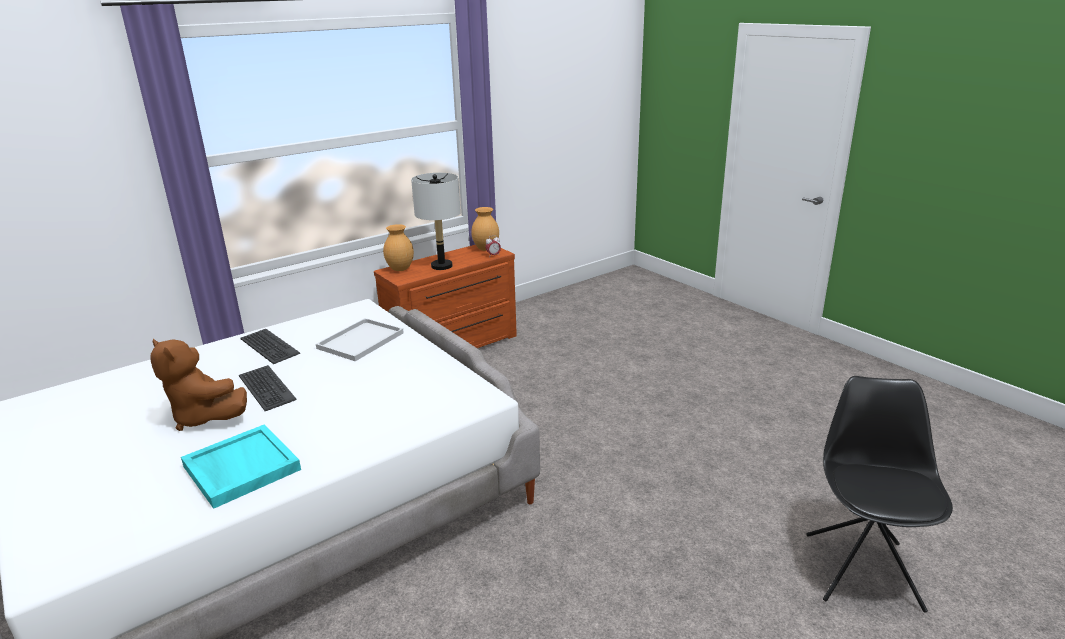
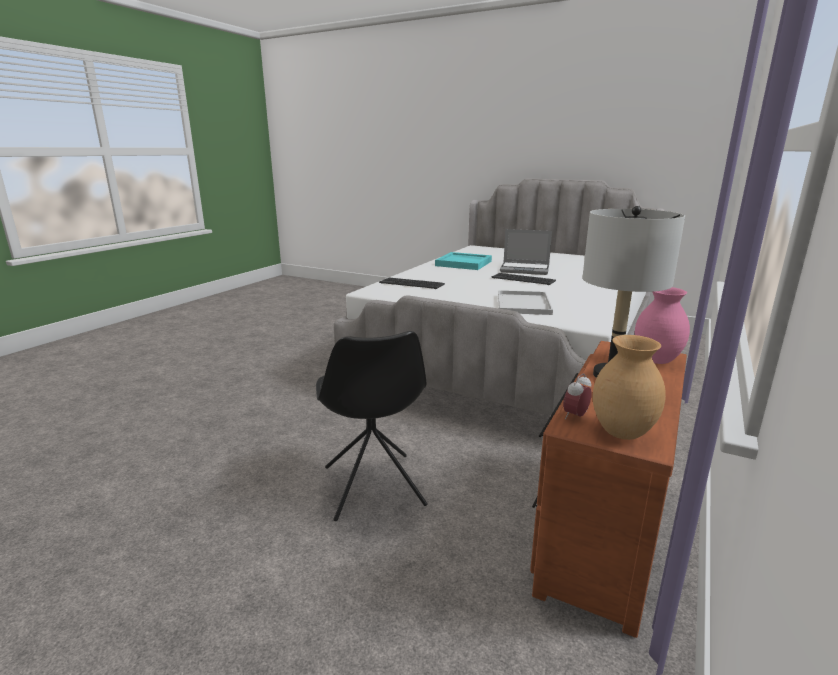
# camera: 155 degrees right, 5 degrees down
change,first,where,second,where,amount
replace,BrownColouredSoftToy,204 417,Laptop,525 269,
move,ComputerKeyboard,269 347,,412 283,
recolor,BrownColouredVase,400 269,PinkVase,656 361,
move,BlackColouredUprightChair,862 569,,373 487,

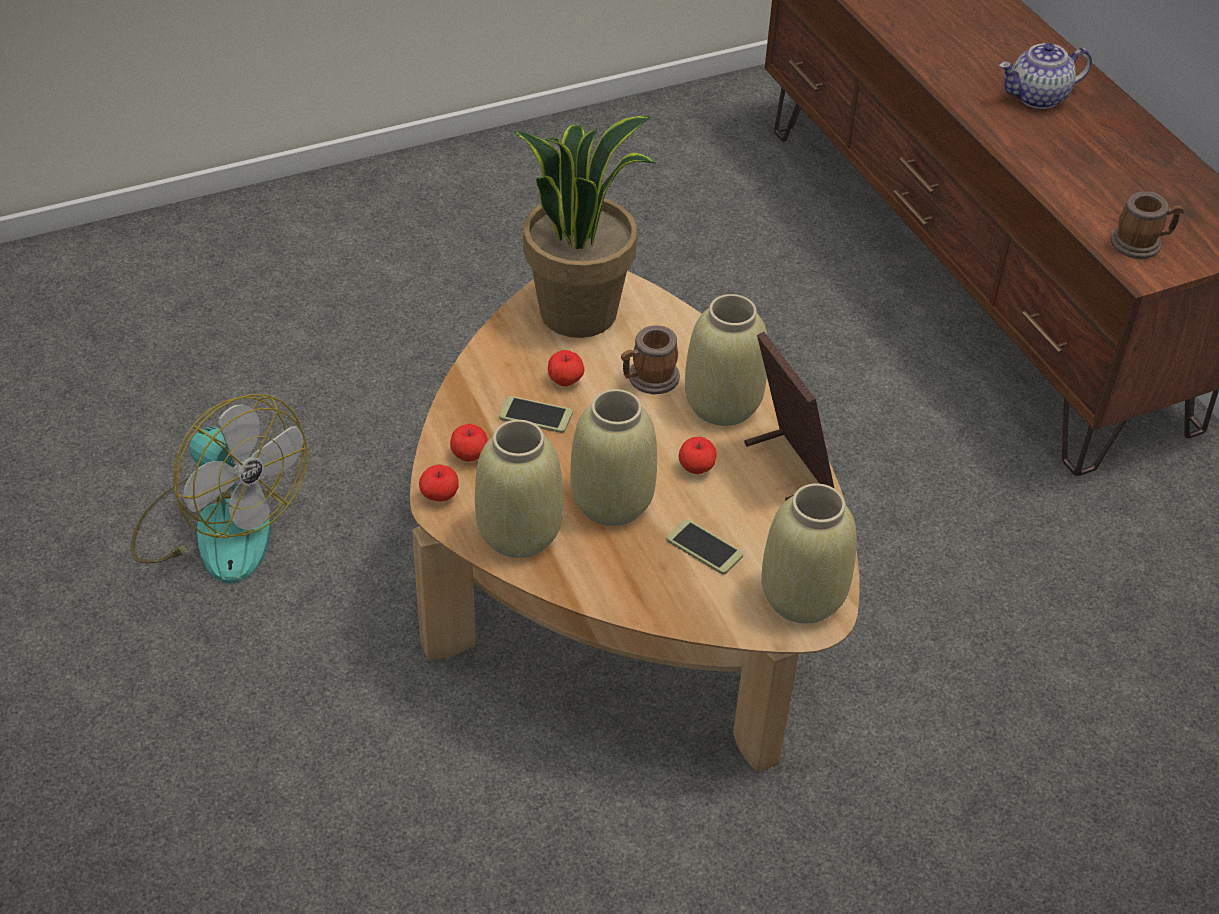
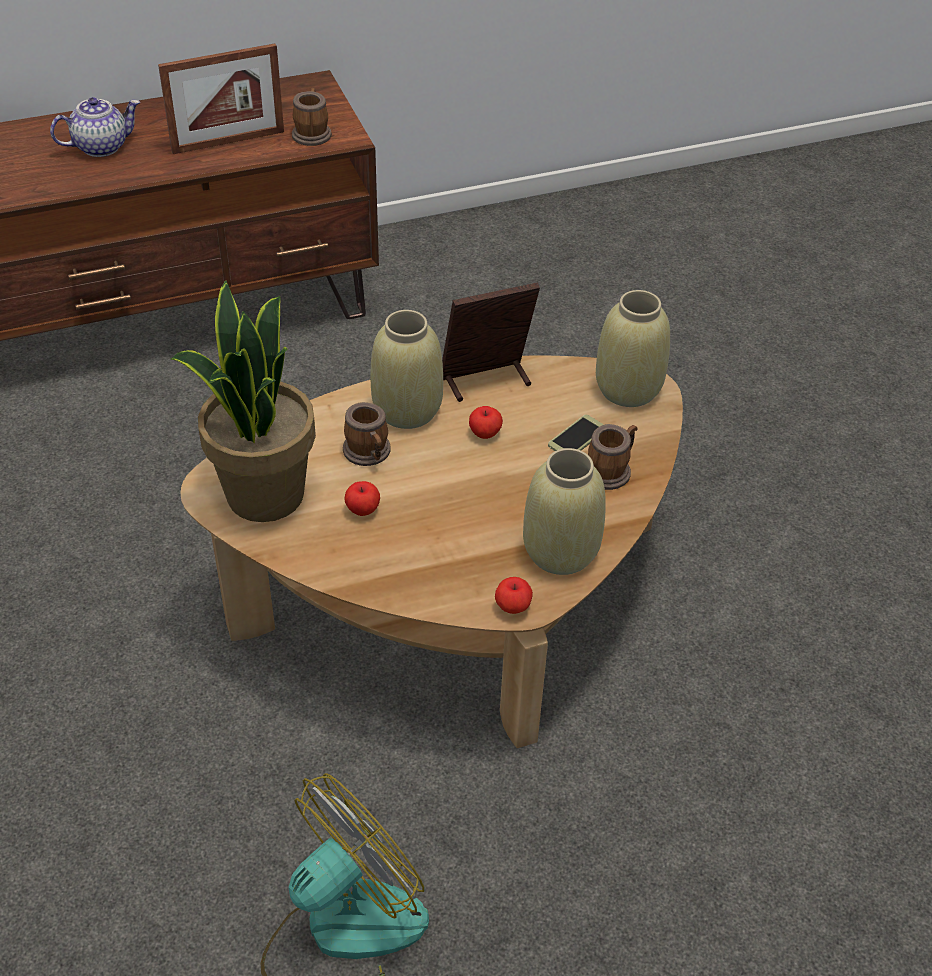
# camera: 85 degrees left, 0 degrees up
change,first,where,second,where,amount
delete,WholeApple,469 455,,,
delete,Handset,536 415,,,
delete,SandColouredVase,613 501,,,
rotate,TeaPot,1037 97,,101 146,105 degrees counterclockwise
insert,,,PictureFrame,228 142,
insert,,,Mug,610 470,

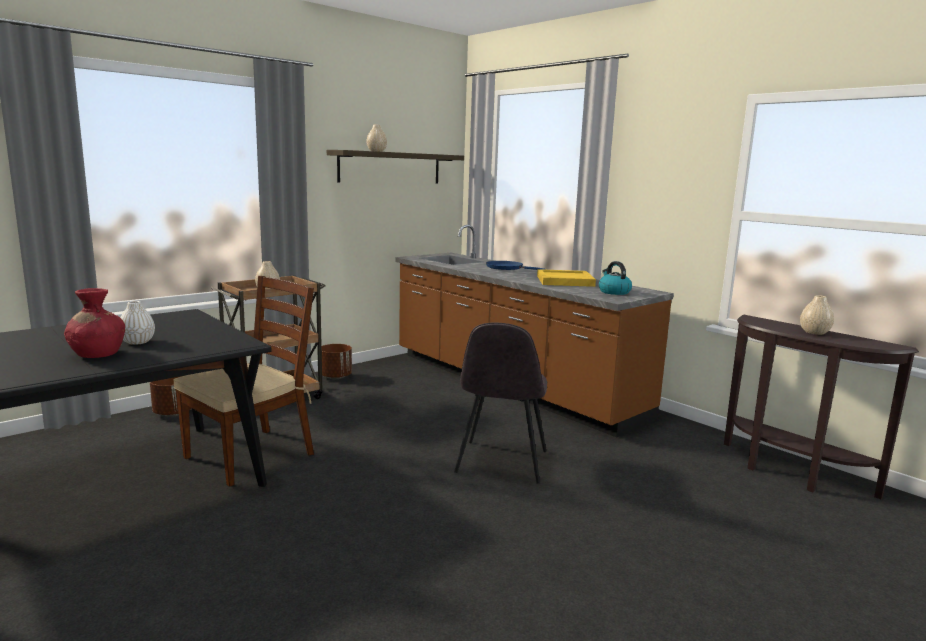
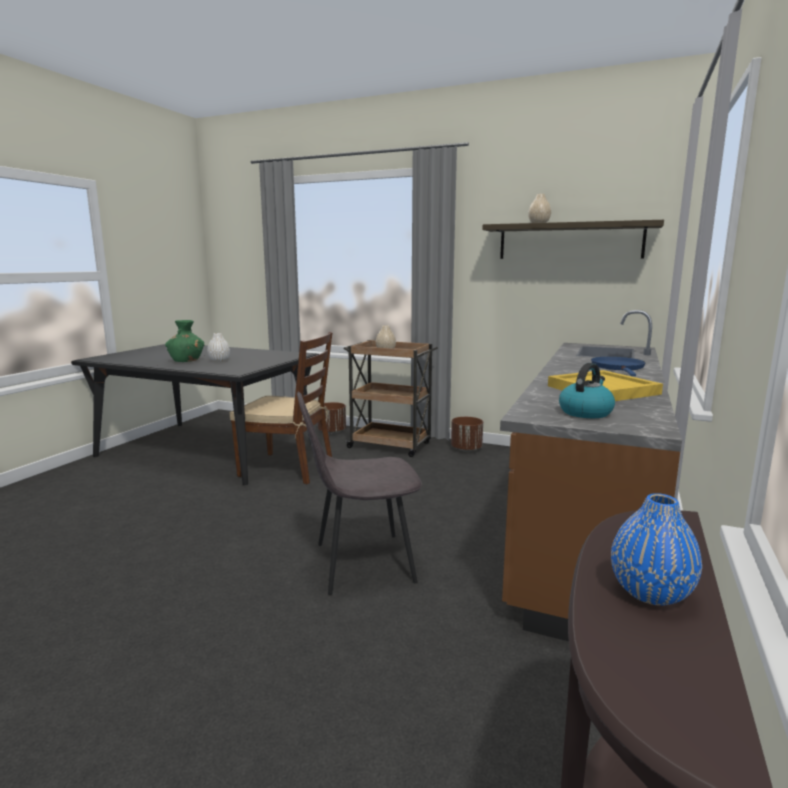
# camera: 65 degrees right, 0 degrees up
change,first,where,second,where,amount
recolor,ReddishVase,97 354,GreenishVase,186 361,
recolor,SandColouredVase,814 332,BlueColouredVase,651 592,

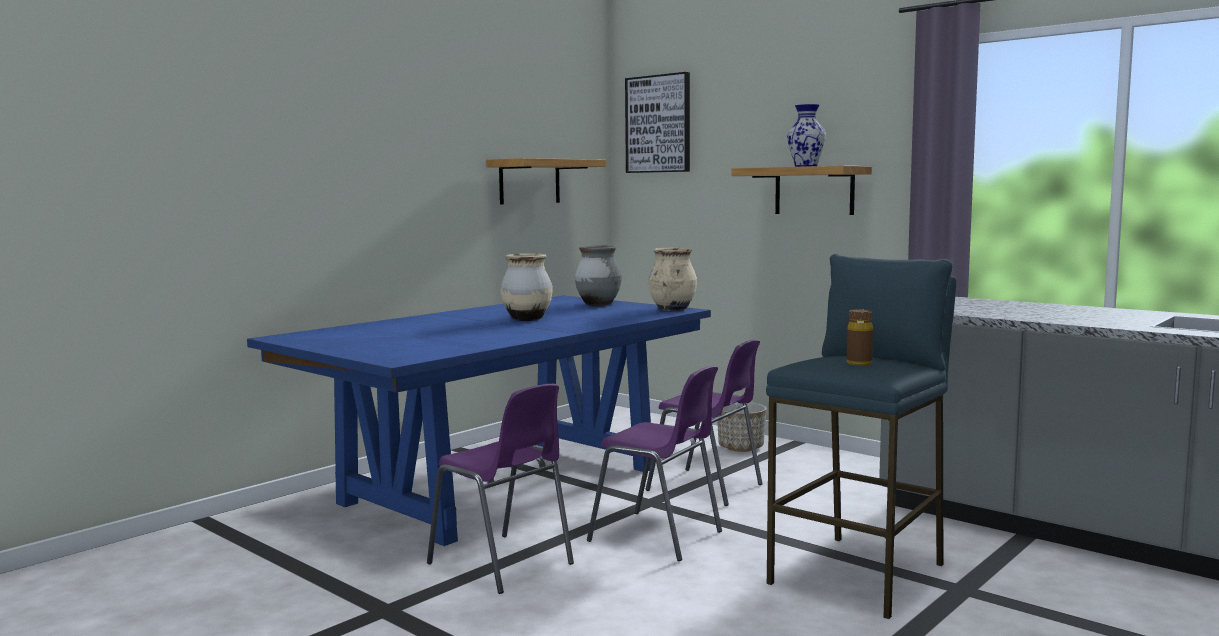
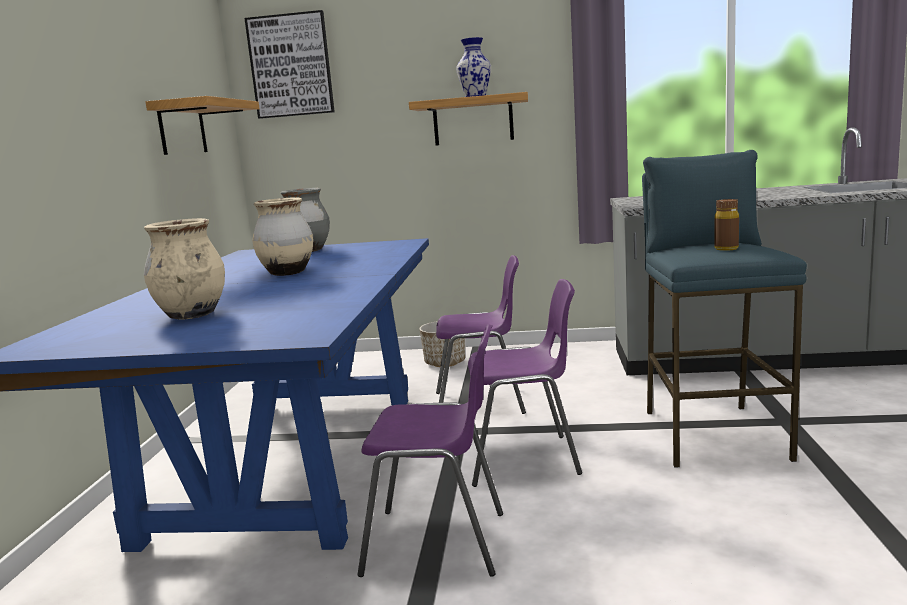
# camera: 35 degrees left, 5 degrees up
change,first,where,second,where,amount
move,SandColouredVase,672 309,,192 314,

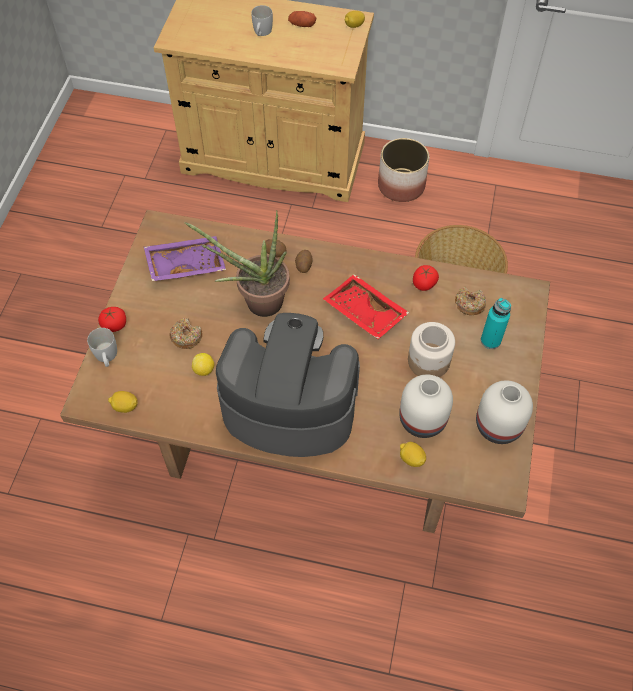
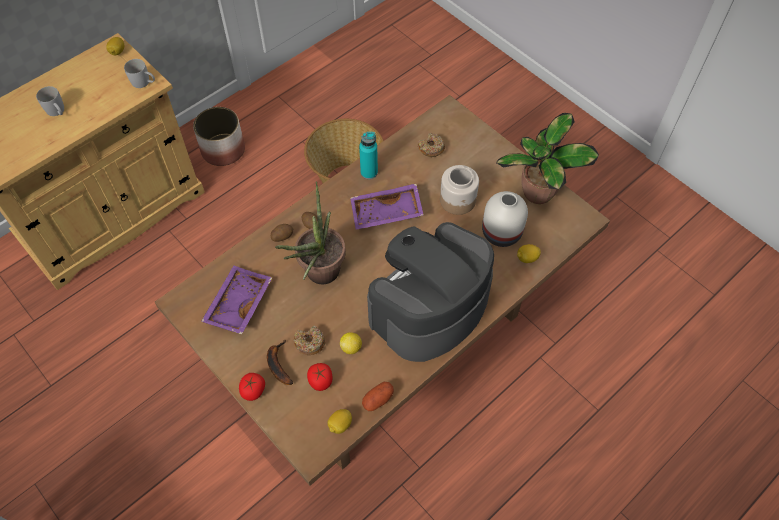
# camera: 55 degrees left, 0 degrees up
change,first,where,second,where,amount
move,WhitishMug,107 357,,144 83,
move,Potato,302 25,,378 400,
recolor,ReddishServingTray,363 313,PurpleServingTray,386 213,
move,WholeTomato,424 284,,320 381,
replace,WhitishVase,497 426,PlantInAPot,537 194,
move,BlueGreenBottle,490 340,,369 172,
insert,,,Banana,278 364,

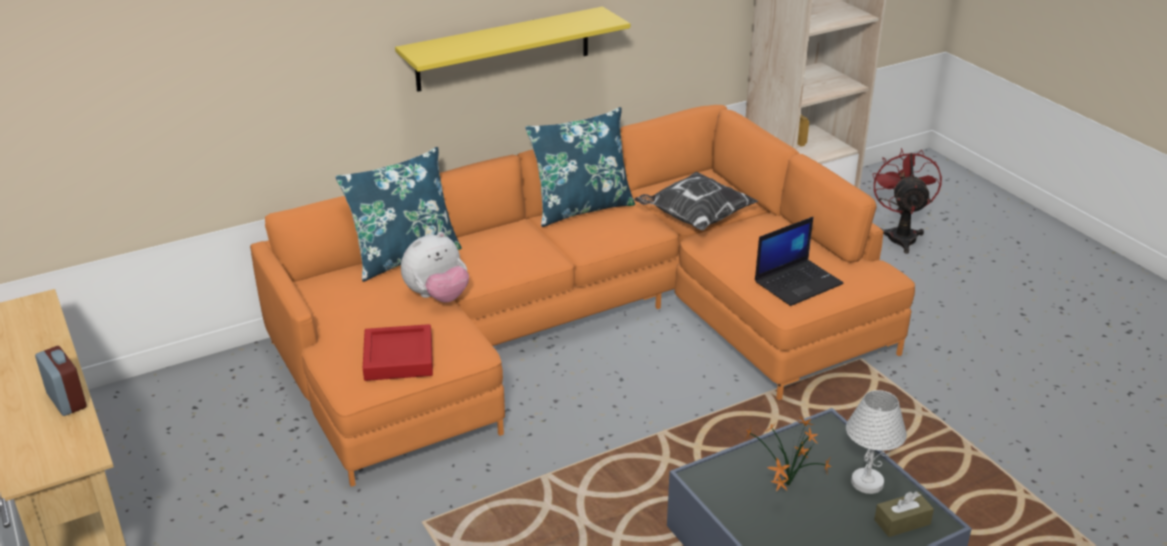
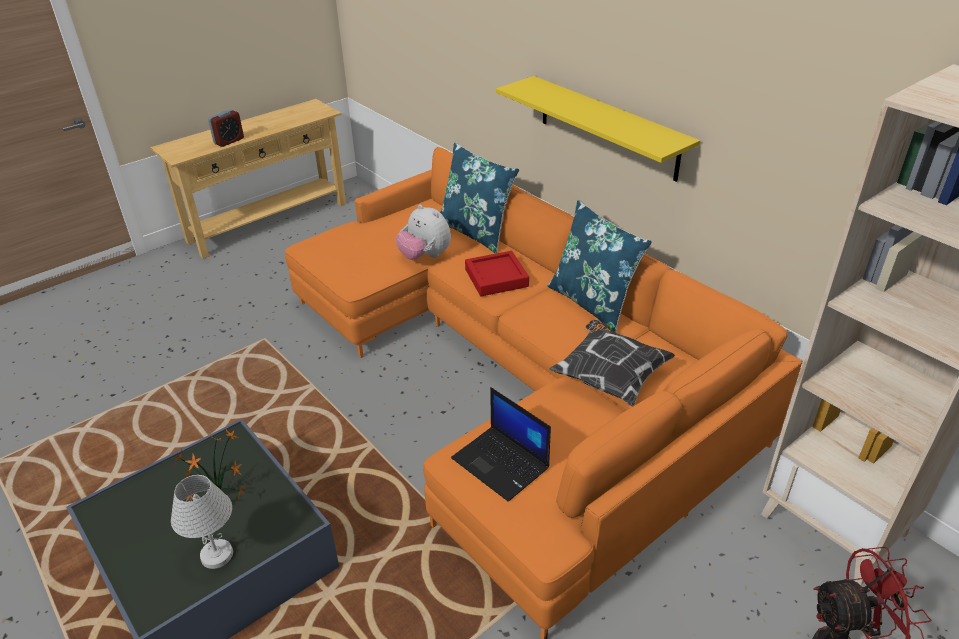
# camera: 80 degrees right, 5 degrees up
change,first,where,second,where,amount
move,ReddishServingTray,398 358,,496 278,
delete,BrownColouredTissueBox,902 522,,,

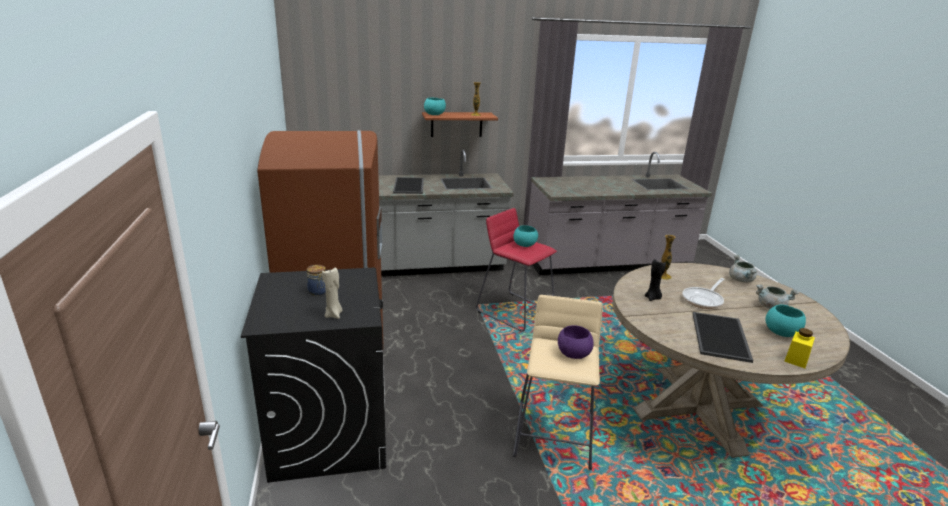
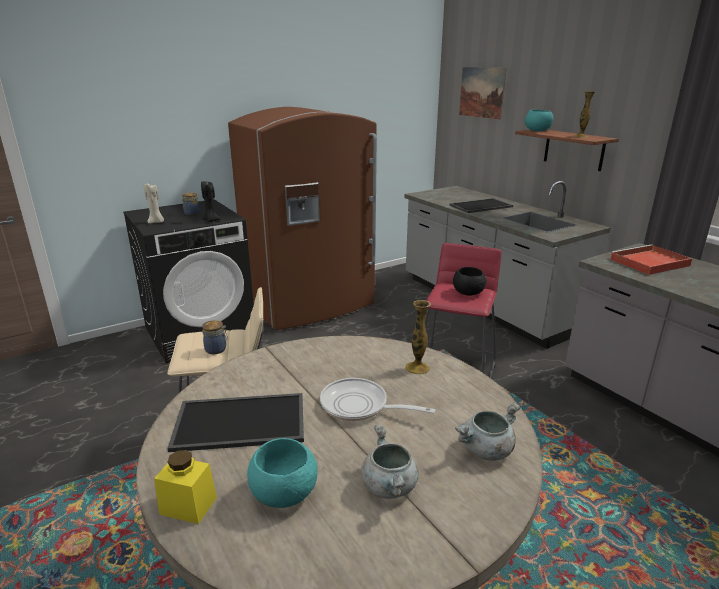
# camera: 70 degrees right, 0 degrees up
change,first,where,second,where,amount
recolor,BlueGreenDeepDish,525 245,BlackColouredDeepDish,467 293,
replace,PurpleDeepDish,573 353,PreserveJar,216 349,
move,BlackColouredWaxCandle,652 298,,211 220,
insert,,,Picture,482 92,
insert,,,ReddishServingTray,648 263,

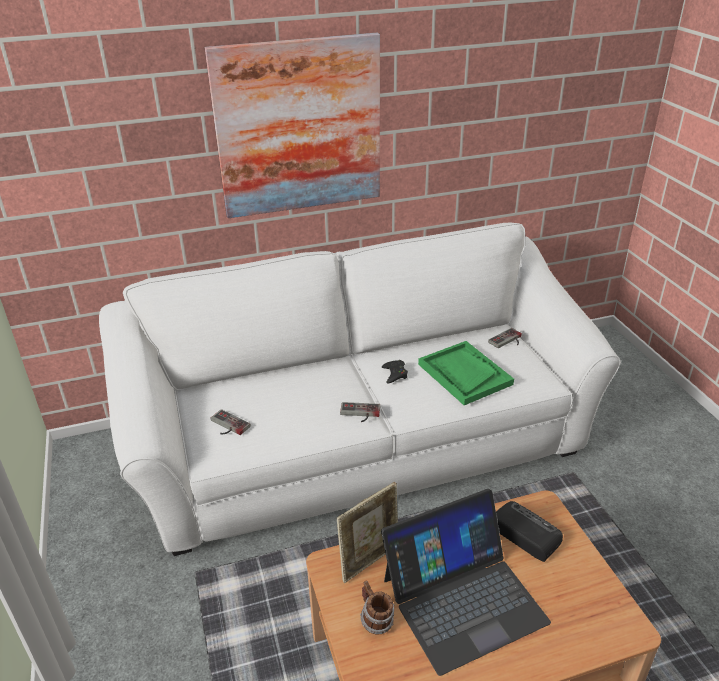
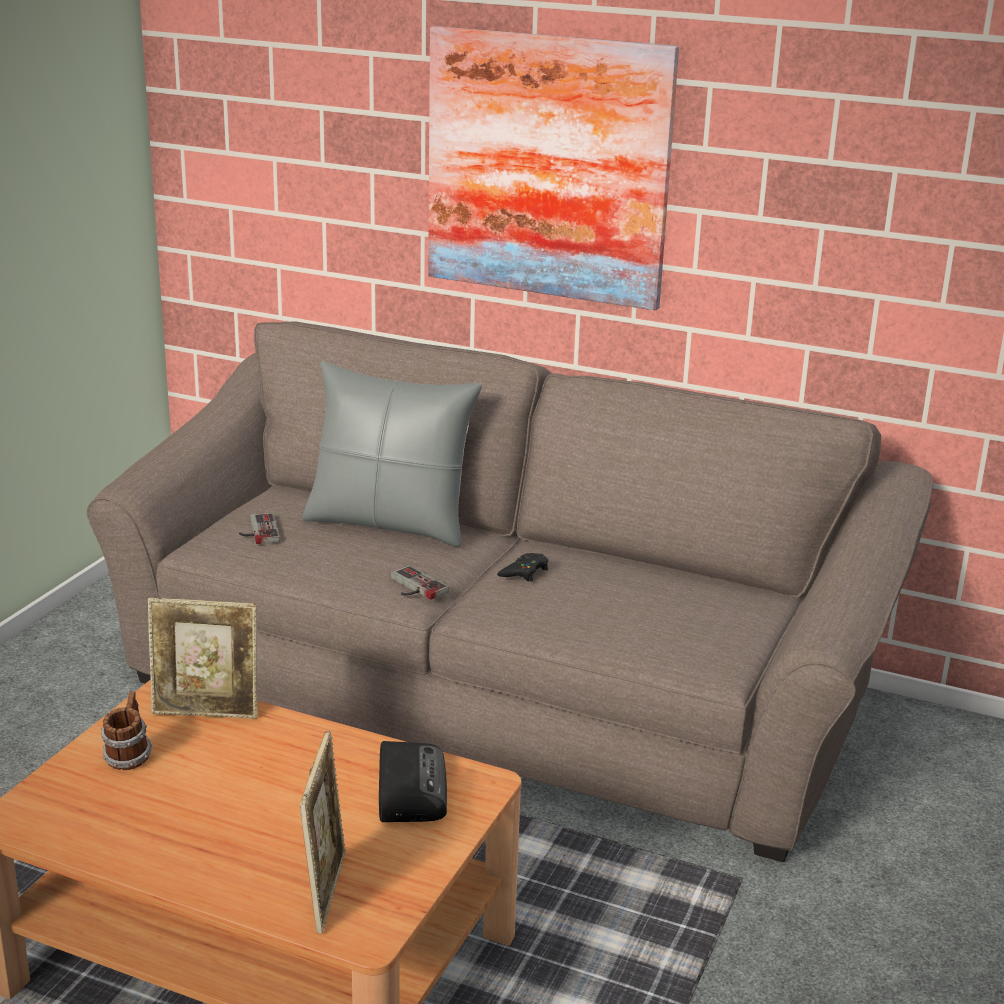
# camera: 40 degrees right, 10 degrees down
change,first,where,second,where,amount
recolor,WhitishSettee,361 441,BrownColouredSettee,497 690,
delete,Laptop,463 599,,,
delete,GreenishServingTray,464 374,,,
delete,GameController,508 341,,,
insert,,,PictureFrame,326 891,
insert,,,GreyishCushion,389 523,

